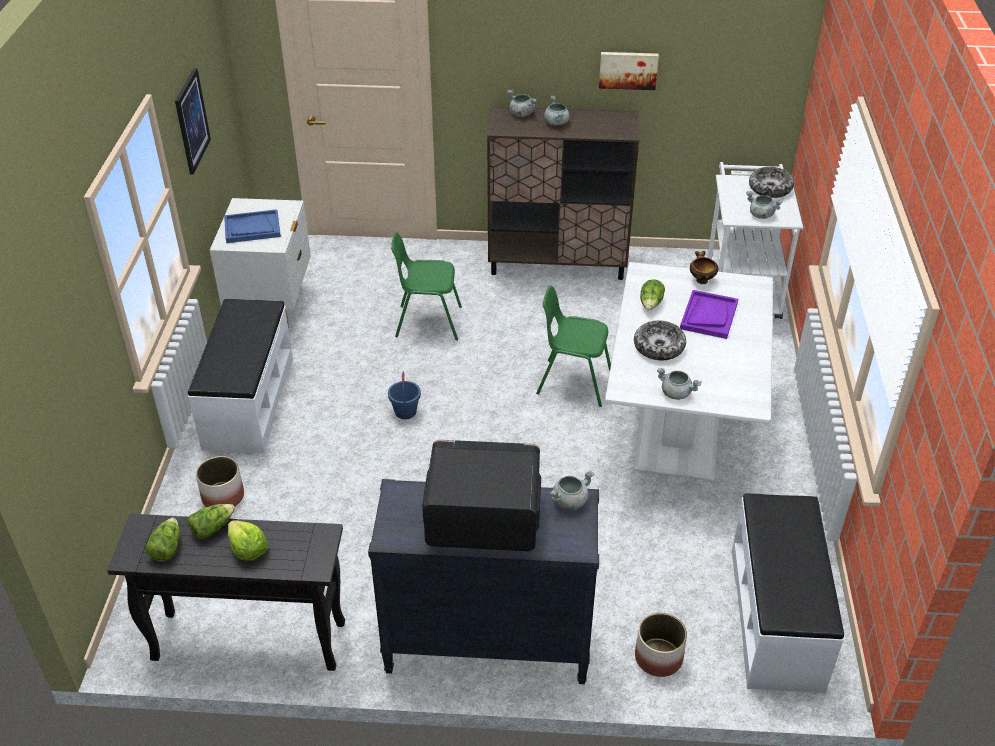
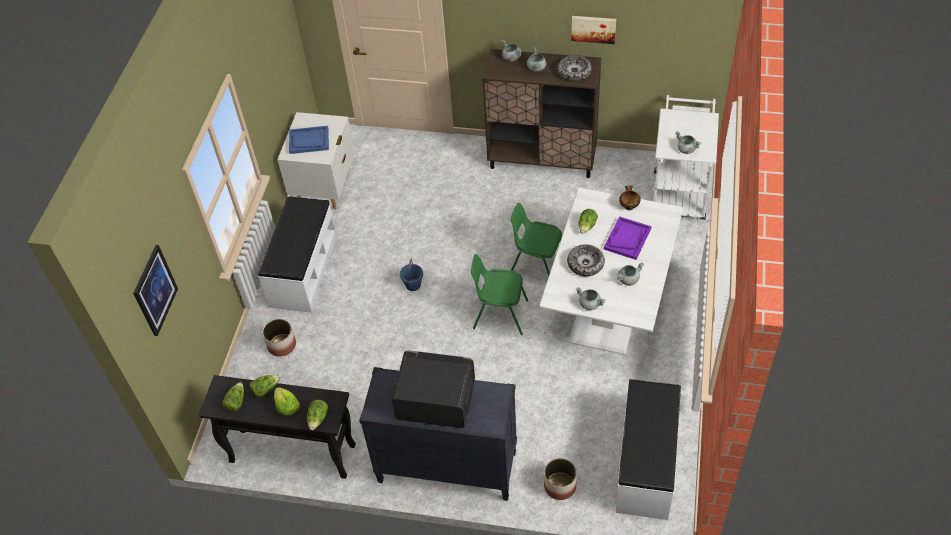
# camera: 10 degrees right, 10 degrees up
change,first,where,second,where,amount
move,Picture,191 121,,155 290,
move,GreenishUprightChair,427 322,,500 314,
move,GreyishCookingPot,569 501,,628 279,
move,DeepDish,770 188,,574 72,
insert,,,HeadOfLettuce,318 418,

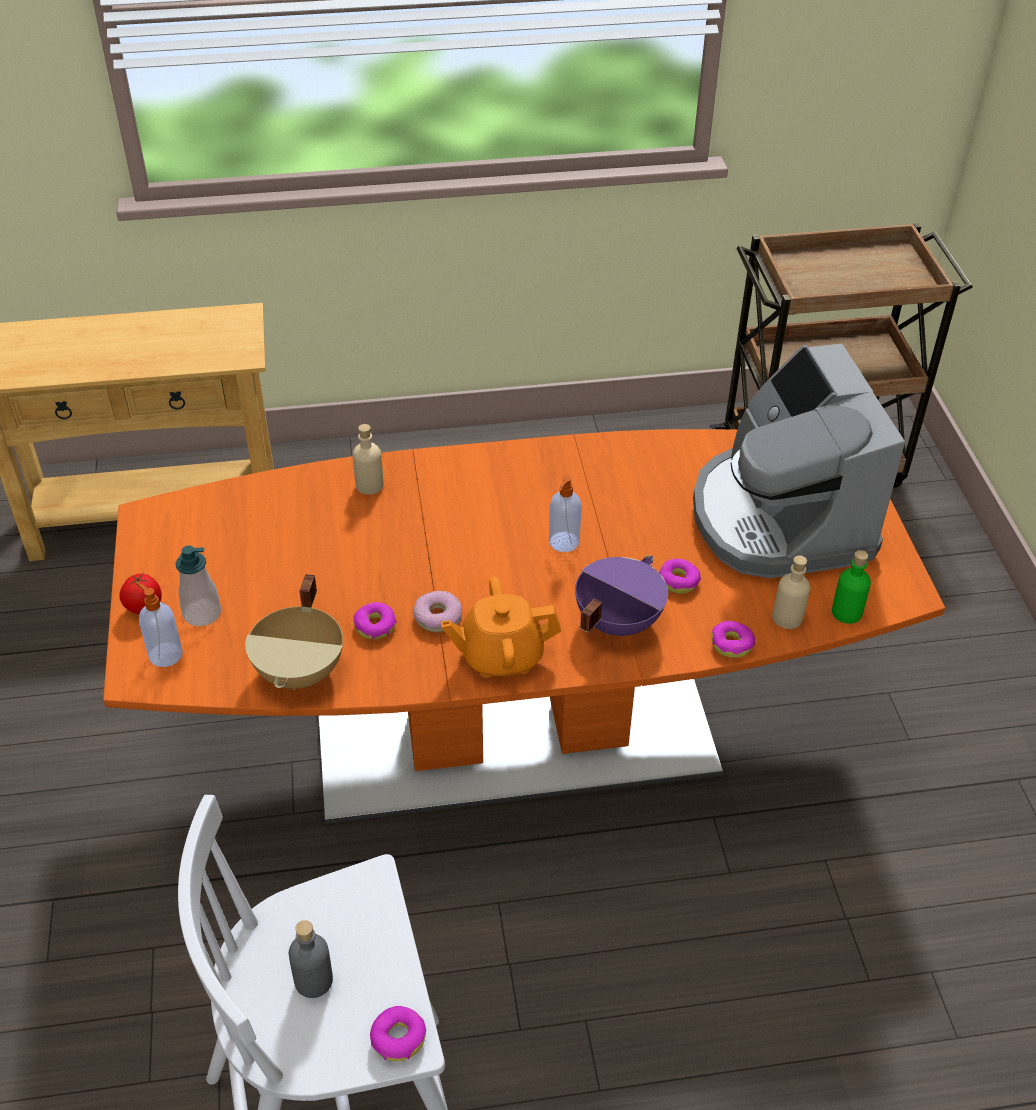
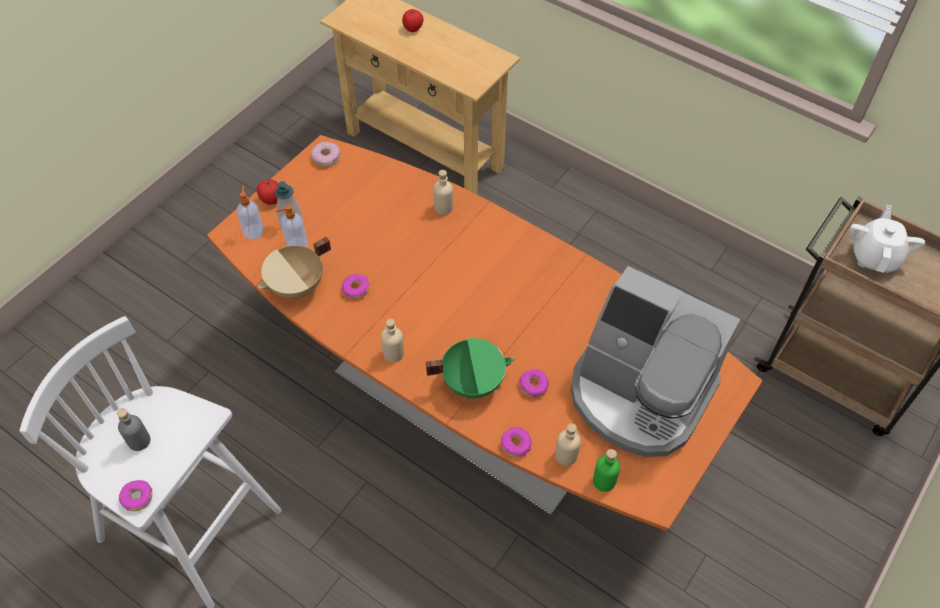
# camera: 45 degrees right, 10 degrees up
change,first,where,second,where,amount
move,Doughnut,438 617,,326 157,
replace,OrangeColouredTeaPot,501 656,SandColouredBottle,393 353,
move,SoapBottle,563 542,,296 244,
recolor,PurpleCookingPot,616 621,GreenishCookingPot,472 381,
rotate,CoffeeBrewer,779 519,,639 395,90 degrees counterclockwise
insert,,,WholeTomato,413 29,
insert,,,WhitishTeaPot,875 257,

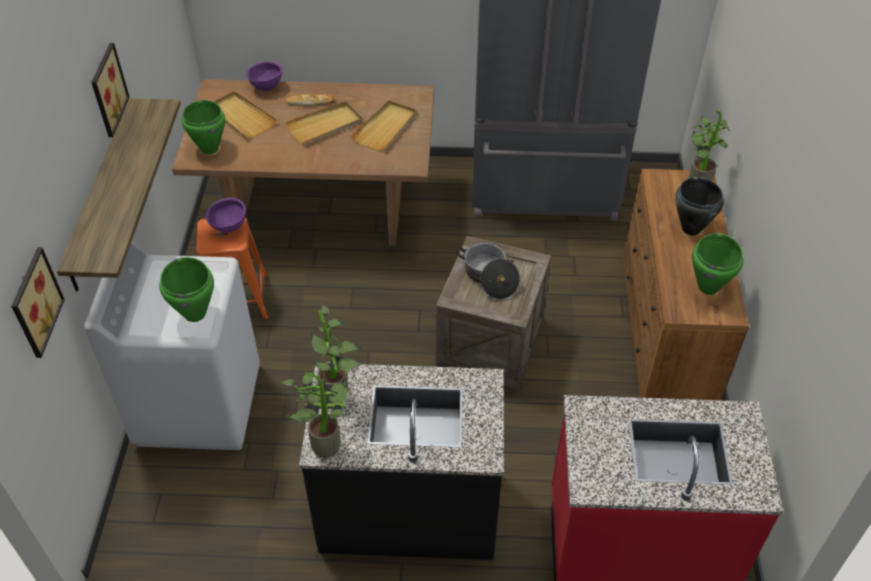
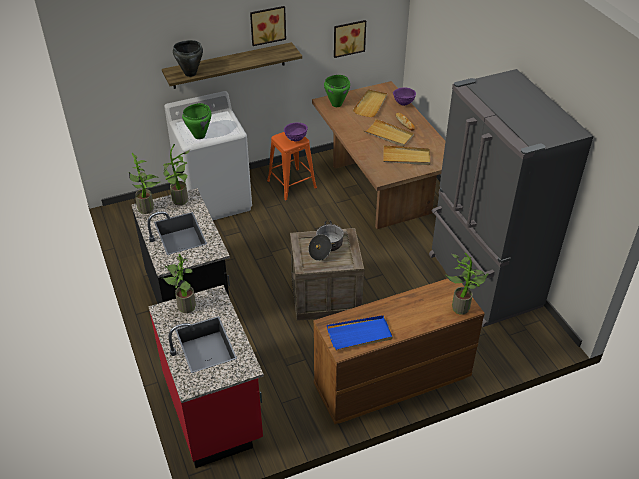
# camera: 65 degrees right, 5 degrees down
change,first,where,second,where,amount
move,Picture,33 302,,348 37,
move,BlackColouredCookingPot,691 229,,190 73,
replace,GreenishCookingPot,708 287,BlueColouredServingTray,359 334,
insert,,,PlantInAPot,184 306,

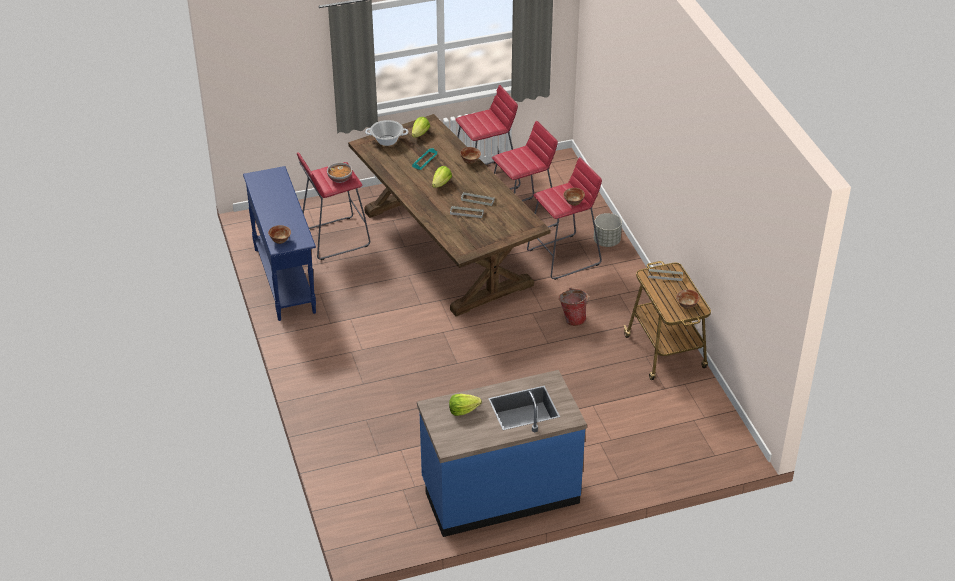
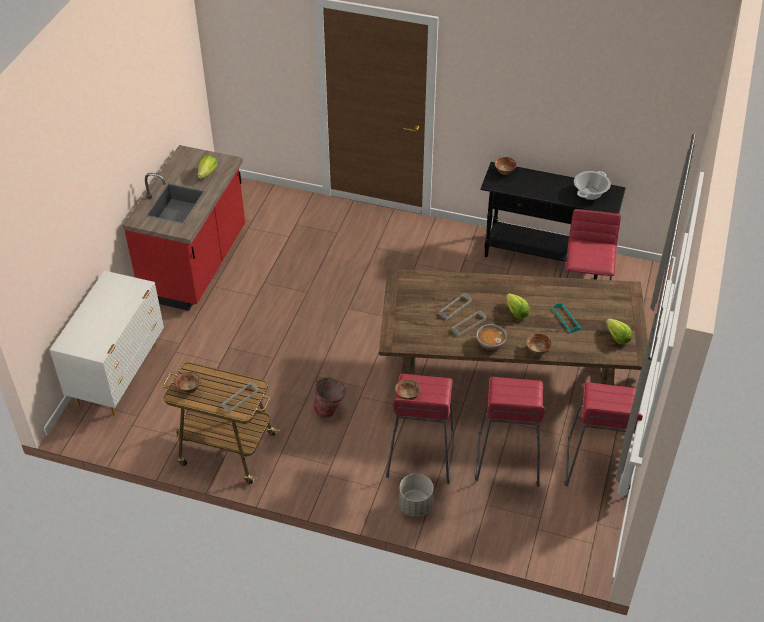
# camera: 125 degrees right, 5 degrees up
change,first,where,second,where,amount
recolor,BlueColouredHallTable,285 280,BlackColouredHallTable,544 256,
move,DeepDish,340 179,,490 343,
move,CookingPot,387 140,,590 193,
recolor,BlueColouredCounter,500 492,ReddishCounter,196 265,
insert,,,WhitishDresser,119 374,

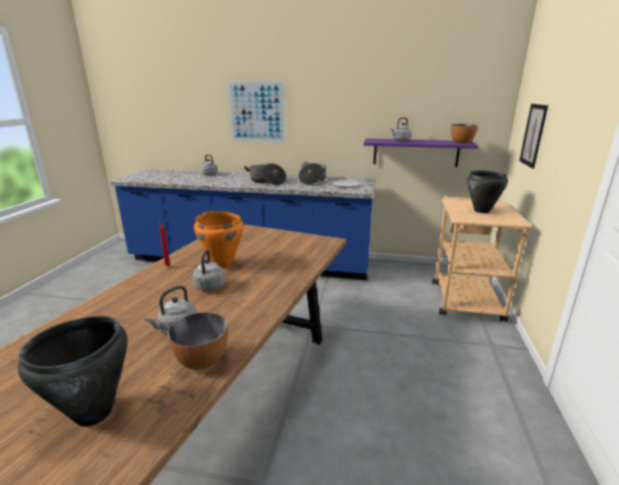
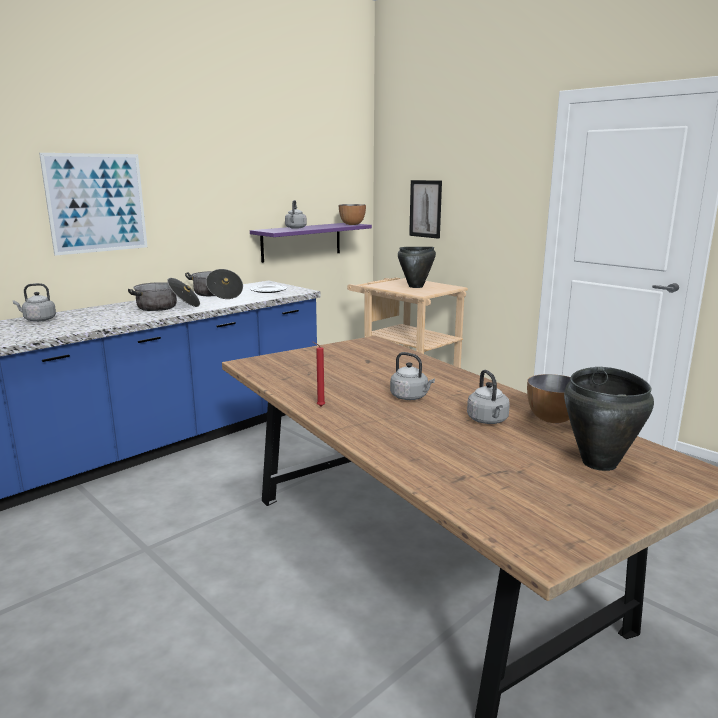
# camera: 55 degrees left, 5 degrees down
change,first,where,second,where,amount
delete,OrangeColouredCookingPot,222 264,,,

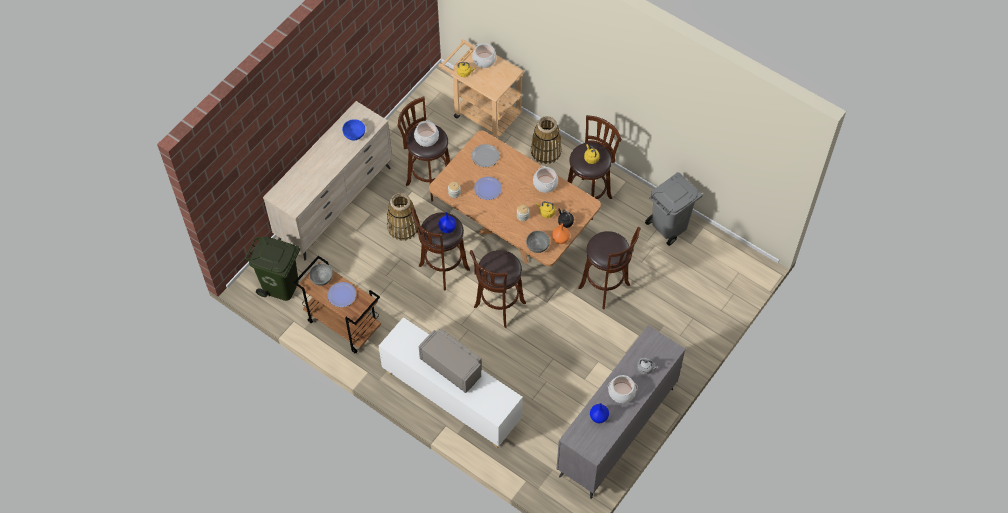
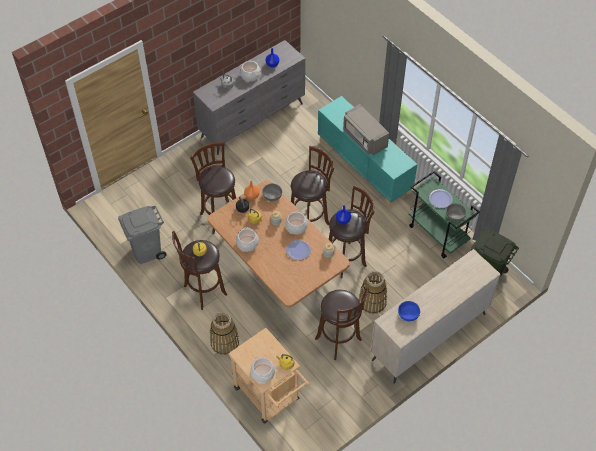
# camera: 165 degrees left, 5 degrees down
change,first,where,second,where,amount
recolor,BrownColouredTrolley,342 324,GreenishTrolley,438 234,
recolor,WhitishCupboard,451 397,BlueGreenCupboard,364 166,
move,CookingPot,426 138,,296 226,
delete,FlatDish,485 156,,,

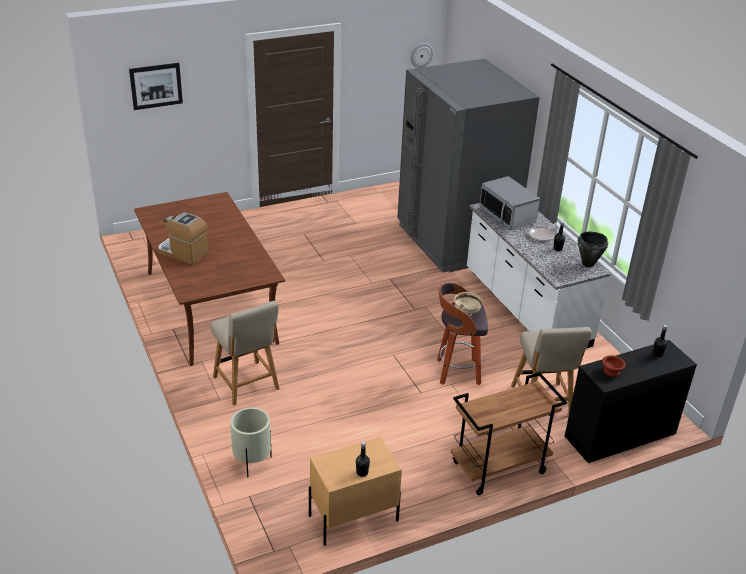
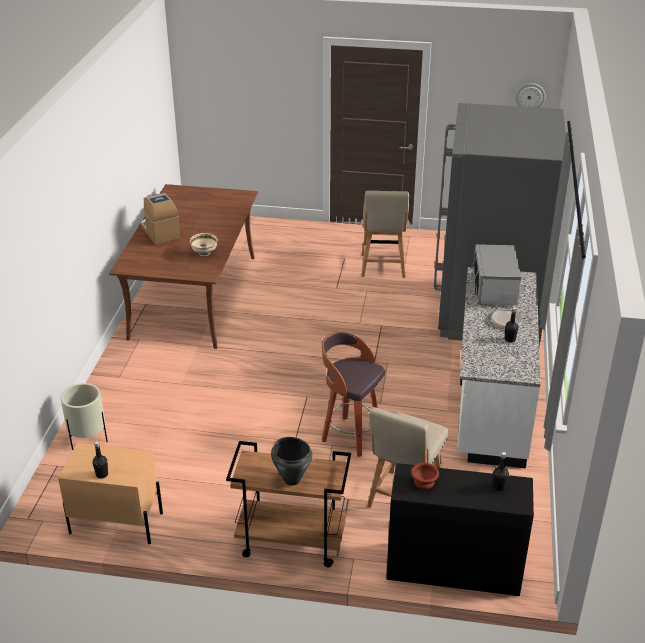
# camera: 35 degrees right, 0 degrees up
change,first,where,second,where,amount
delete,Picture,156 86,,,
move,SandColouredUprightChair,247 385,,383 267,
move,SandColouredDeepDish,467 313,,205 253,
move,BlackColouredCookingPot,588 264,,292 479,

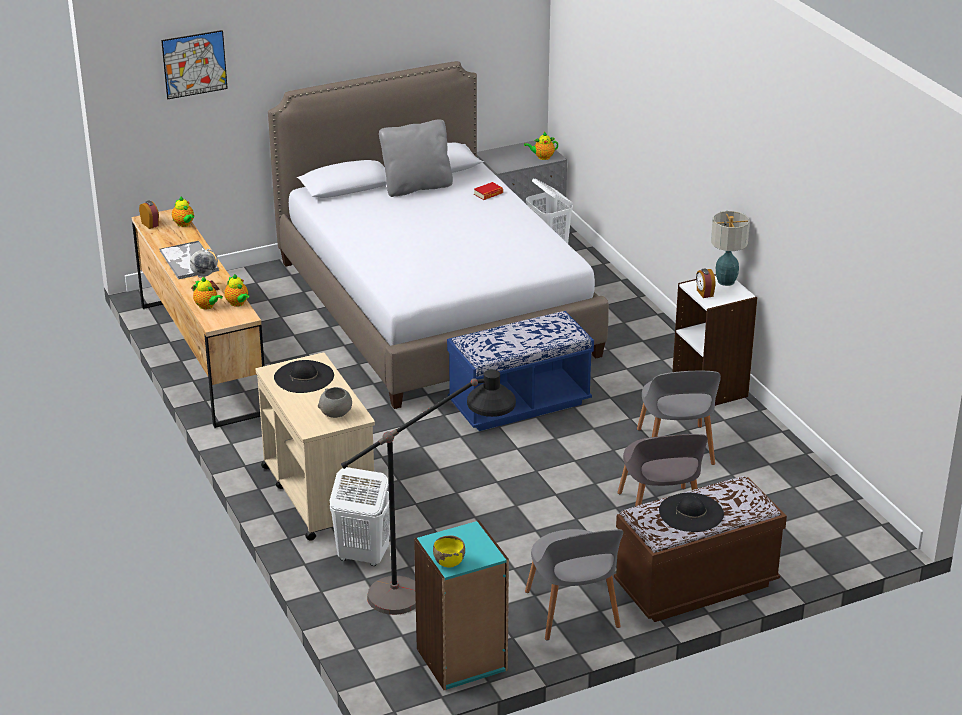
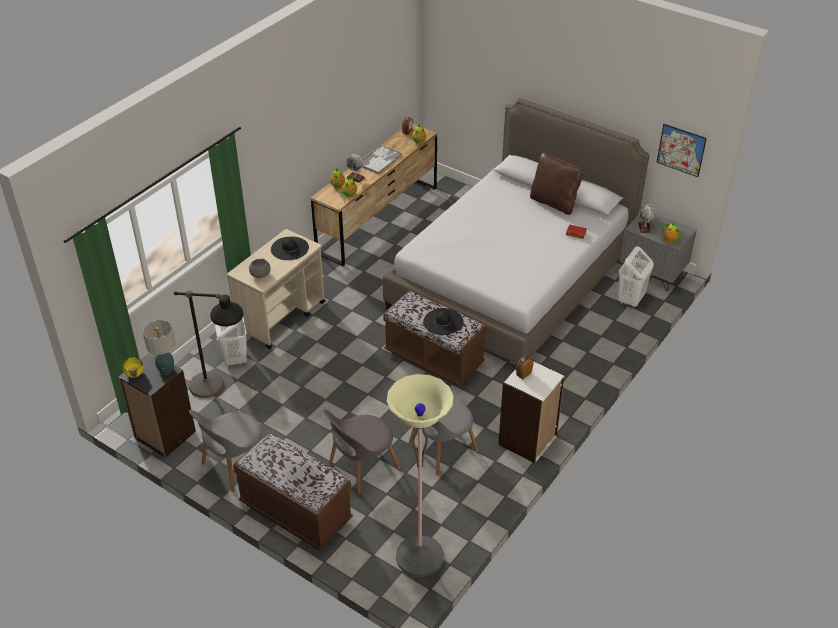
# camera: 60 degrees right, 10 degrees up
change,first,where,second,where,amount
move,Picture,194 64,,681 150,
recolor,GreyishCushion,416 187,BrownColouredCushion,554 203,
recolor,BlueGreenShelvingUnit,462 660,BlackColouredShelvingUnit,164 435,
recolor,BlueColouredBench,519 404,BrownColouredBench,434 359,
move,BlackColouredClothingHat,691 512,,443 321,
move,TableLamp,725 281,,166 370,
insert,,,StandardLamp,420 556,
insert,,,Globe,644 228,

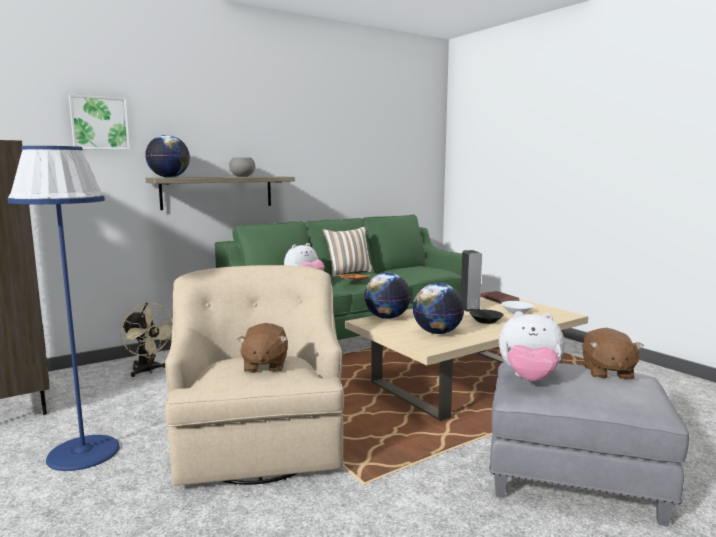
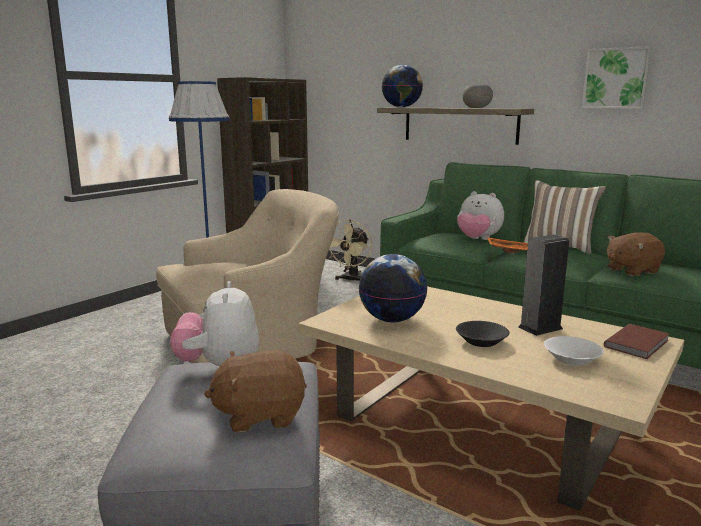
# camera: 70 degrees right, 5 degrees up
change,first,where,second,where,amount
move,Picture,99 123,,616 78,
move,BrownColouredSoftToy,264 366,,631 270,
delete,Globe,387 317,,,

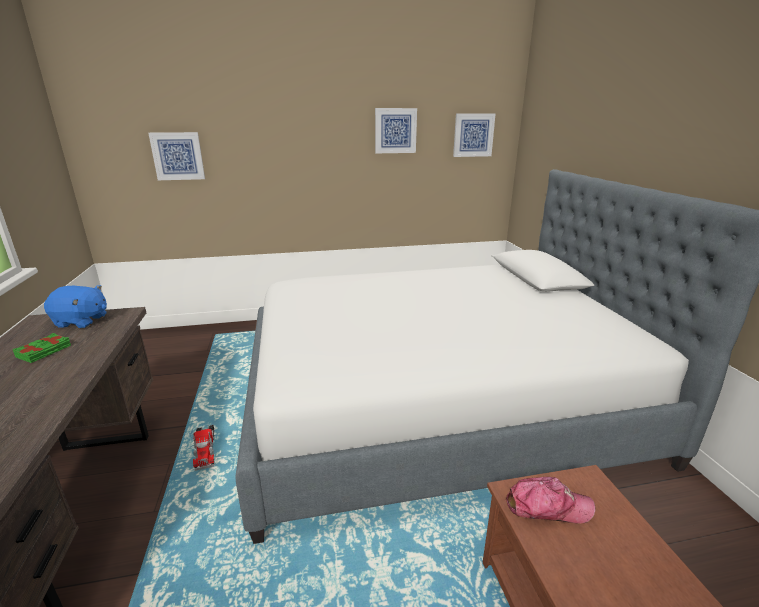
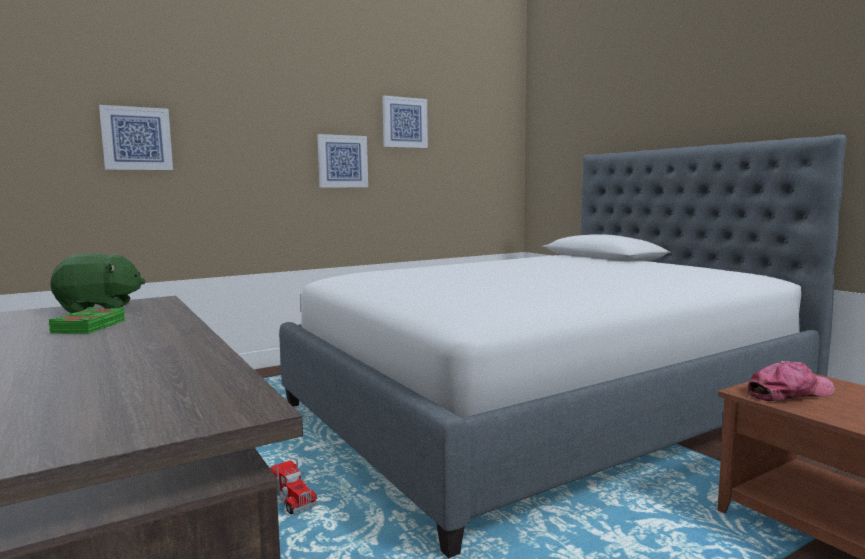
# camera: 20 degrees left, 15 degrees down
change,first,where,second,where,amount
recolor,BlueColouredSoftToy,82 321,GreenishSoftToy,99 308,
move,Picture,473 135,,342 161,

